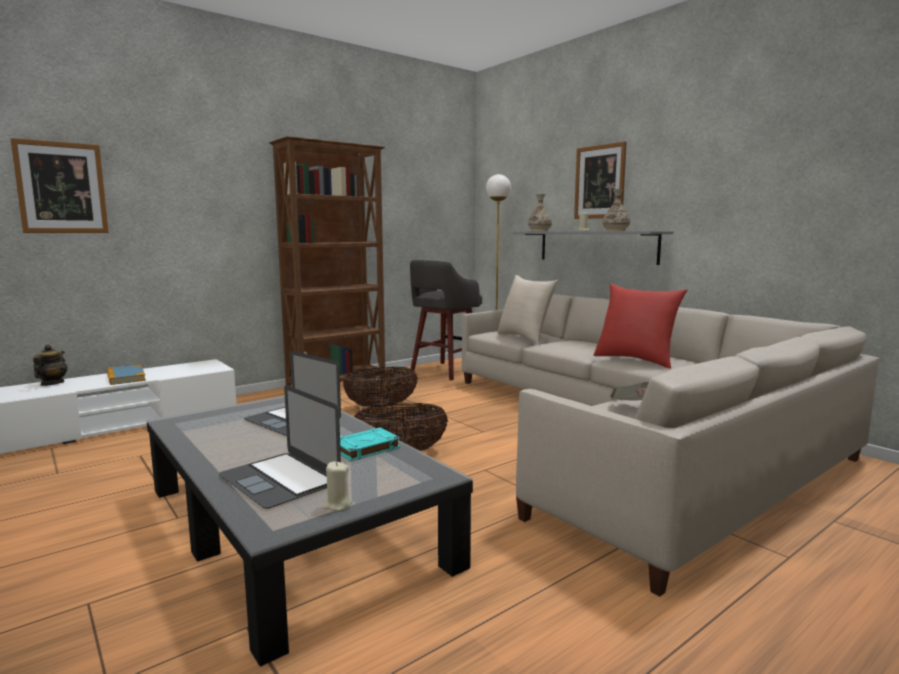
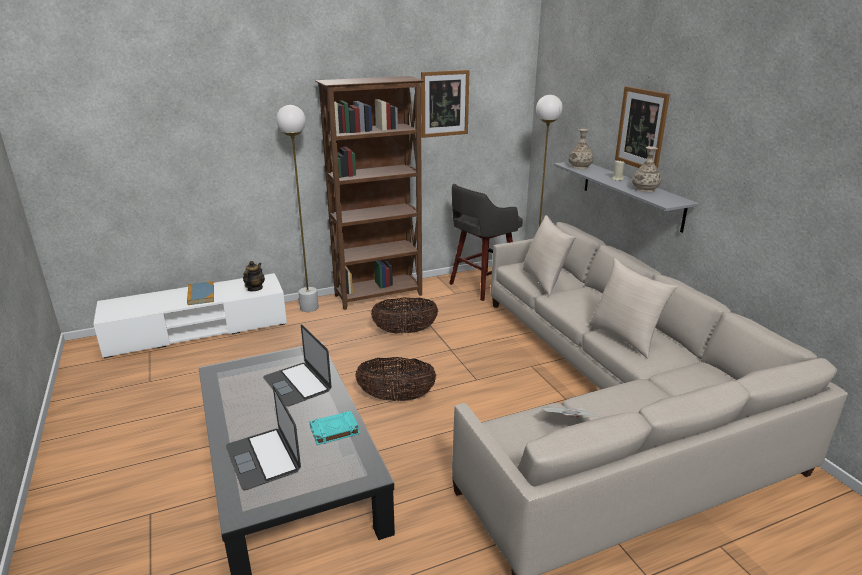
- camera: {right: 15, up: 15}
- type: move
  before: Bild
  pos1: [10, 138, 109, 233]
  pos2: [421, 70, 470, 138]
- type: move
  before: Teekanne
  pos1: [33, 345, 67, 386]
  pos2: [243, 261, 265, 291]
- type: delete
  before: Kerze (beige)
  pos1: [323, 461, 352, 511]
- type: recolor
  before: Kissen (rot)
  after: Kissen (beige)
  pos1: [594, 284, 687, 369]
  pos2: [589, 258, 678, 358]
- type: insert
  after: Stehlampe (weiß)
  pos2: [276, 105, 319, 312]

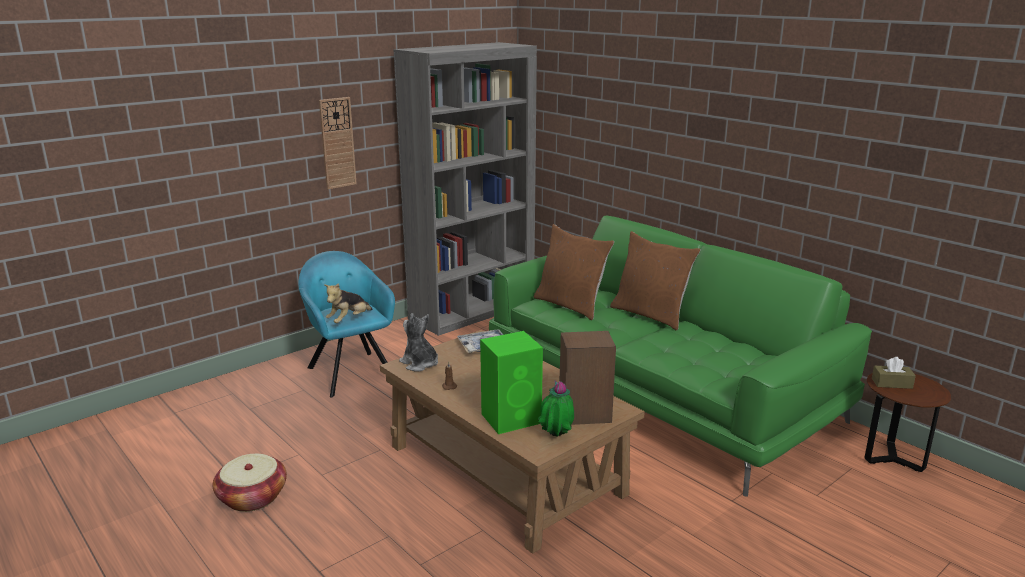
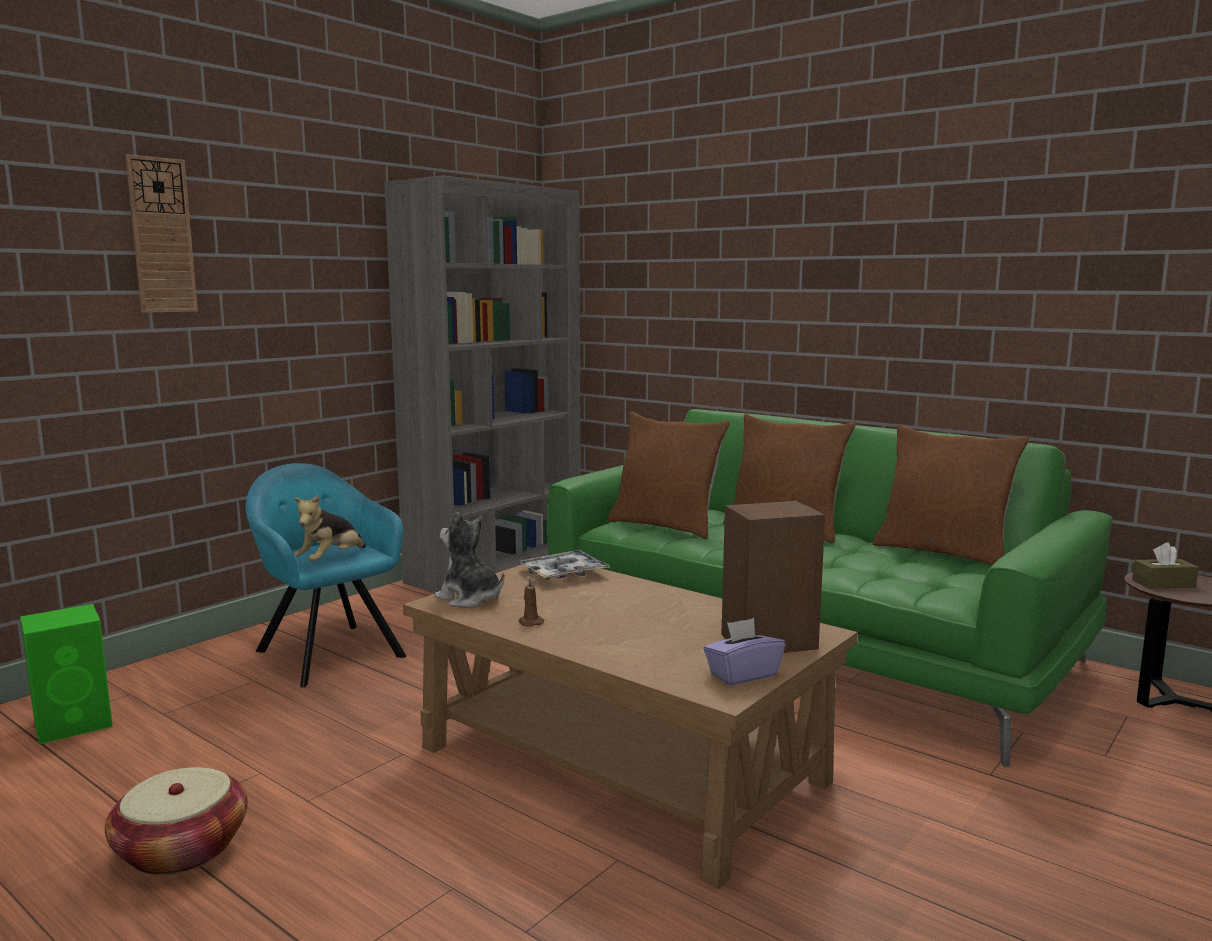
- camera: {right: -10, up: -10}
- type: move
  before: Wanduhr
  pos1: [319, 97, 357, 189]
  pos2: [125, 154, 198, 313]
- type: move
  before: Lautsprecher (grün)
  pos1: [480, 331, 543, 434]
  pos2: [20, 604, 113, 744]
- type: replace
  before: Topfpflanze
  after: Taschentuchbox (lila)
  pos1: [538, 381, 574, 437]
  pos2: [704, 618, 786, 686]
- type: insert
  after: Kissen (braun)
  pos2: [873, 424, 1029, 566]

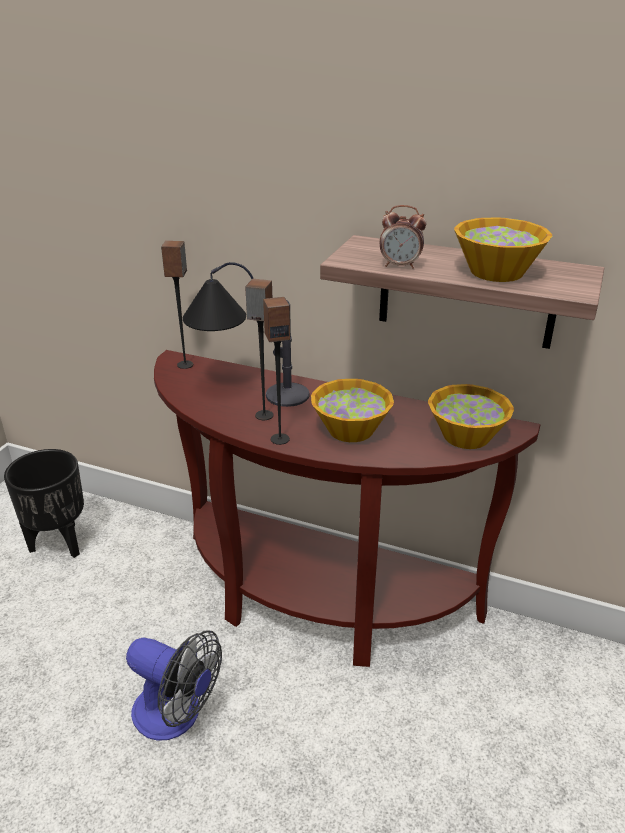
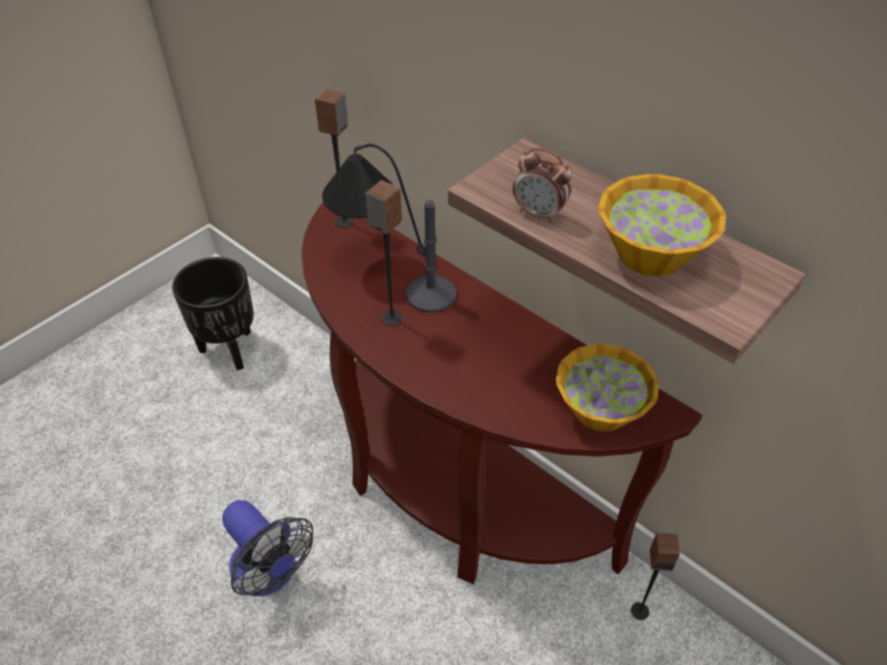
- camera: {right: 20, up: 15}
- type: move
  before: Lautsprecher
  pos1: [263, 297, 290, 445]
  pos2: [631, 532, 680, 620]
- type: delete
  before: Schüssel
  pos1: [311, 379, 394, 442]

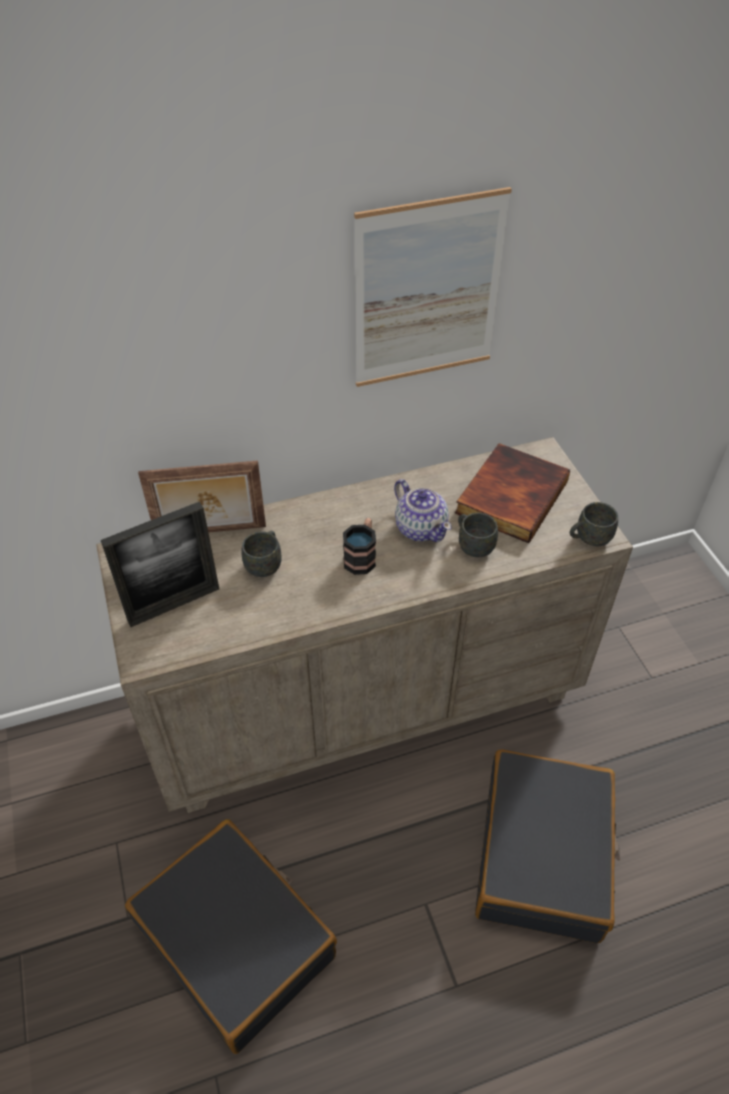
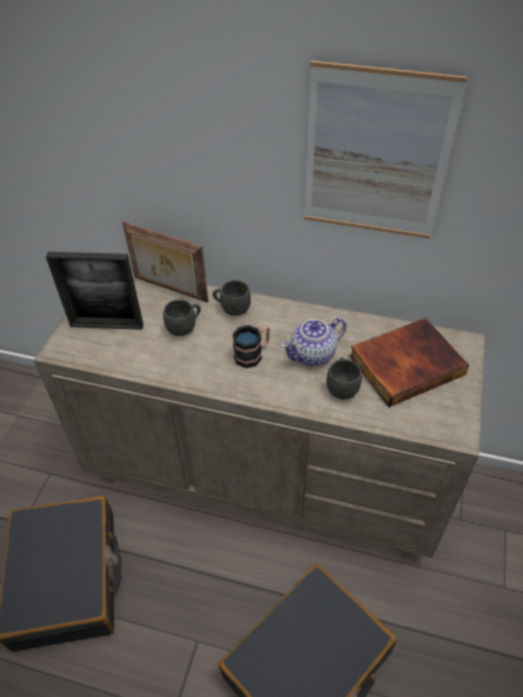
- camera: {right: 35, up: 0}
- type: rotate
  before: Teekanne
  pos1: [394, 479, 452, 542]
  pos2: [281, 318, 346, 366]
  turn: 60
- type: move
  before: Henkelbecher (grau)
  pos1: [570, 502, 618, 546]
  pos2: [213, 280, 251, 316]

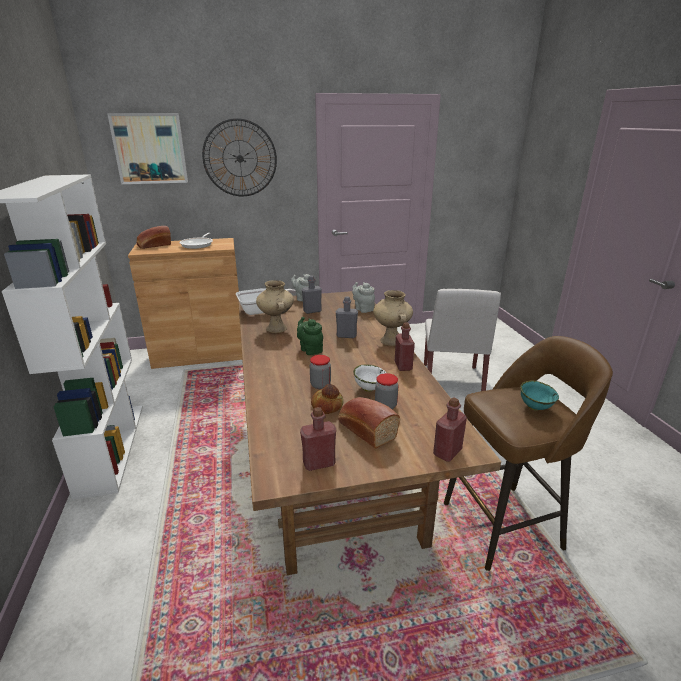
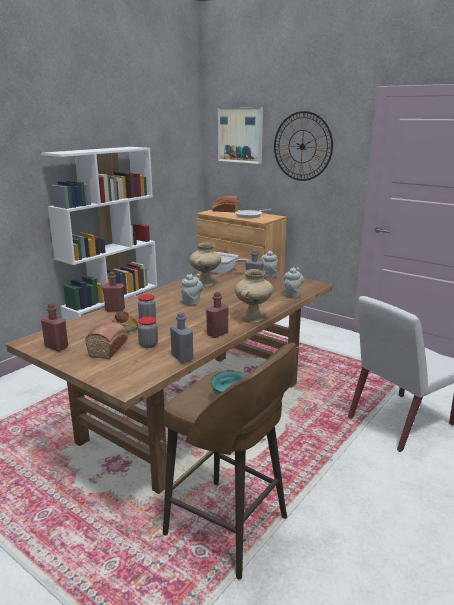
- camera: {right: 50, up: -5}
- type: recolor
  before: Teekanne (grün)
  after: Teekanne (grau)
  pos1: [297, 317, 323, 355]
  pos2: [181, 274, 203, 305]
- type: move
  before: Flasche (grau)
  pos1: [336, 296, 358, 338]
  pos2: [170, 312, 193, 363]
- type: delete
  before: Schüssel (weiß)
  pos1: [353, 365, 386, 392]
- type: move
  before: Flasche (rot)
  pos1: [433, 398, 467, 462]
  pos2: [102, 272, 125, 312]

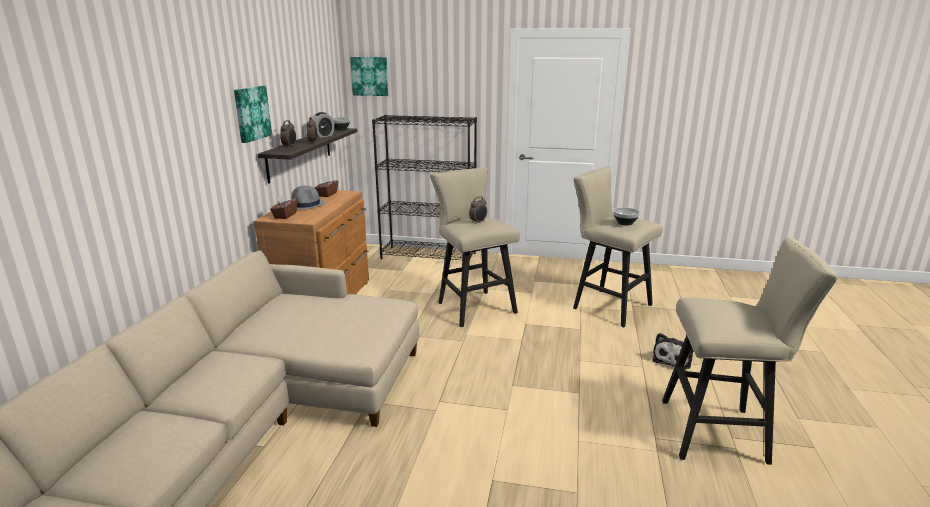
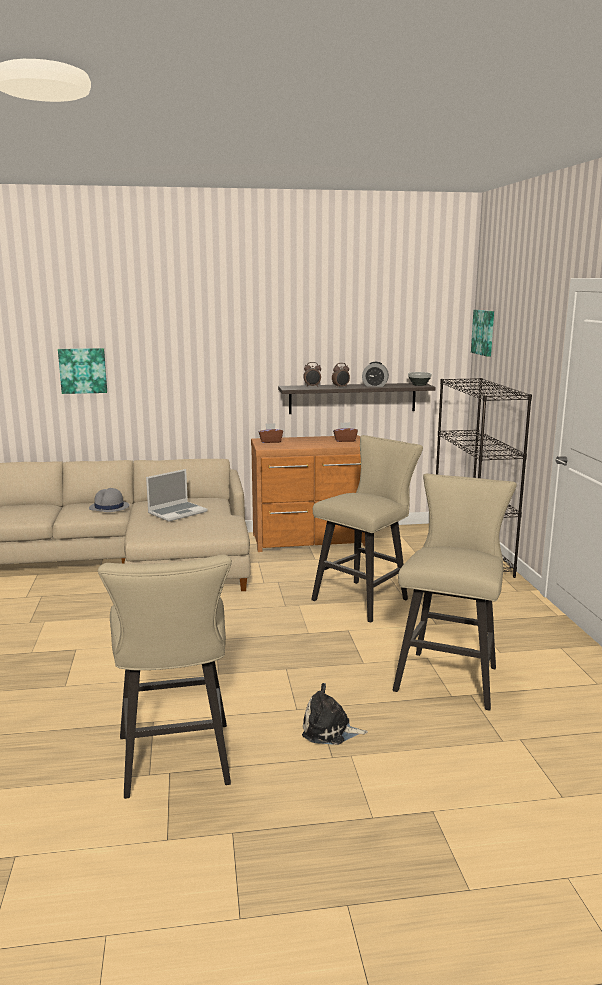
- camera: {right: 70, up: -5}
- type: move
  before: Bild
  pos1: [234, 86, 272, 143]
  pos2: [58, 348, 107, 394]
- type: move
  before: Hut (grau)
  pos1: [291, 186, 326, 210]
  pos2: [89, 488, 129, 512]
- type: delete
  before: Wecker
  pos1: [469, 196, 487, 224]
- type: delete
  before: Schüssel
  pos1: [613, 208, 640, 225]
- type: insert
  after: Laptop
  pos2: [146, 469, 208, 521]

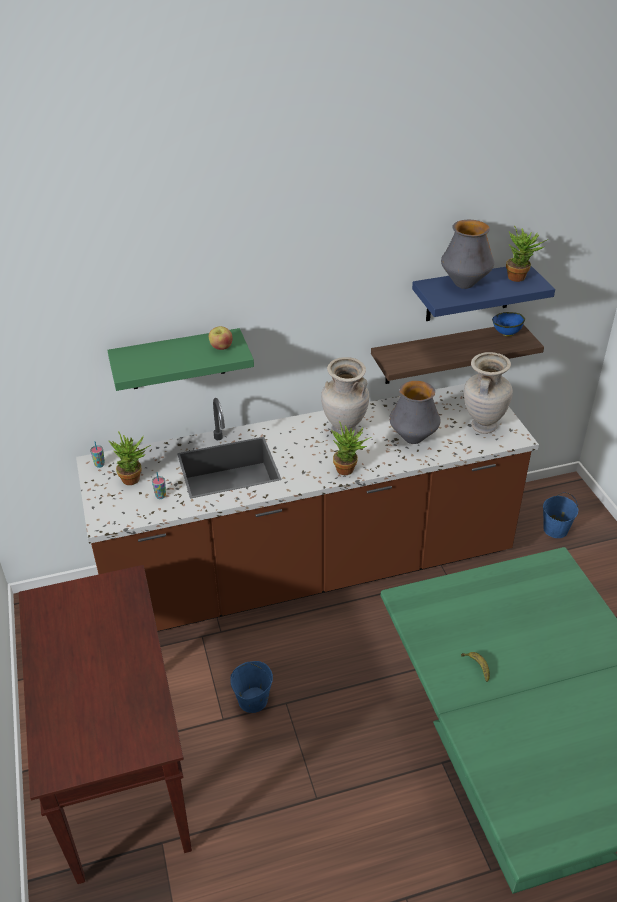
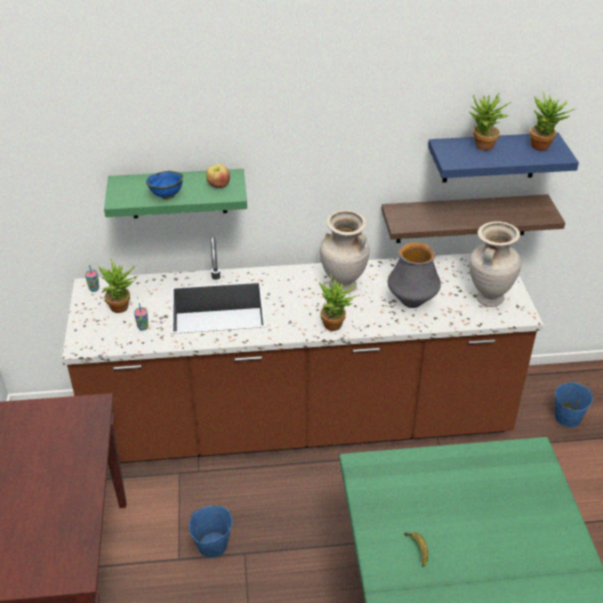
- camera: {right: 10, up: 0}
- type: replace
  before: Vase
  after: Topfpflanze
  pos1: [441, 220, 494, 289]
  pos2: [469, 93, 512, 151]
- type: move
  before: Schüssel (blau)
  pos1: [492, 312, 525, 337]
  pos2: [146, 171, 183, 199]

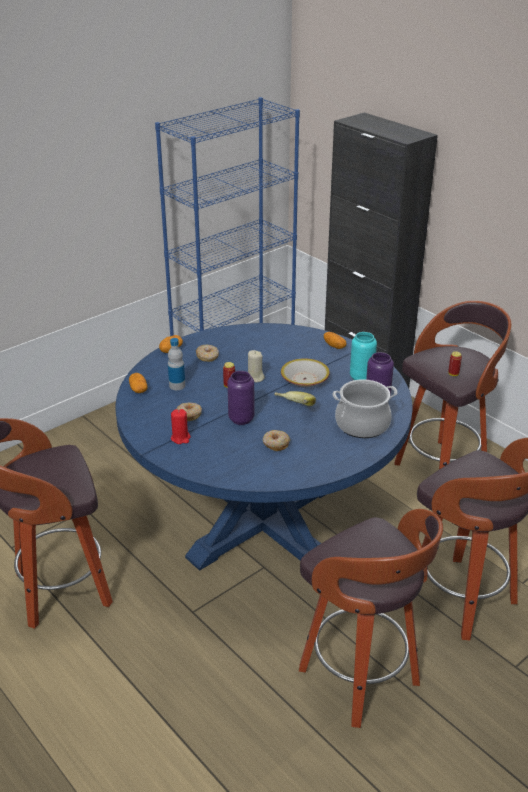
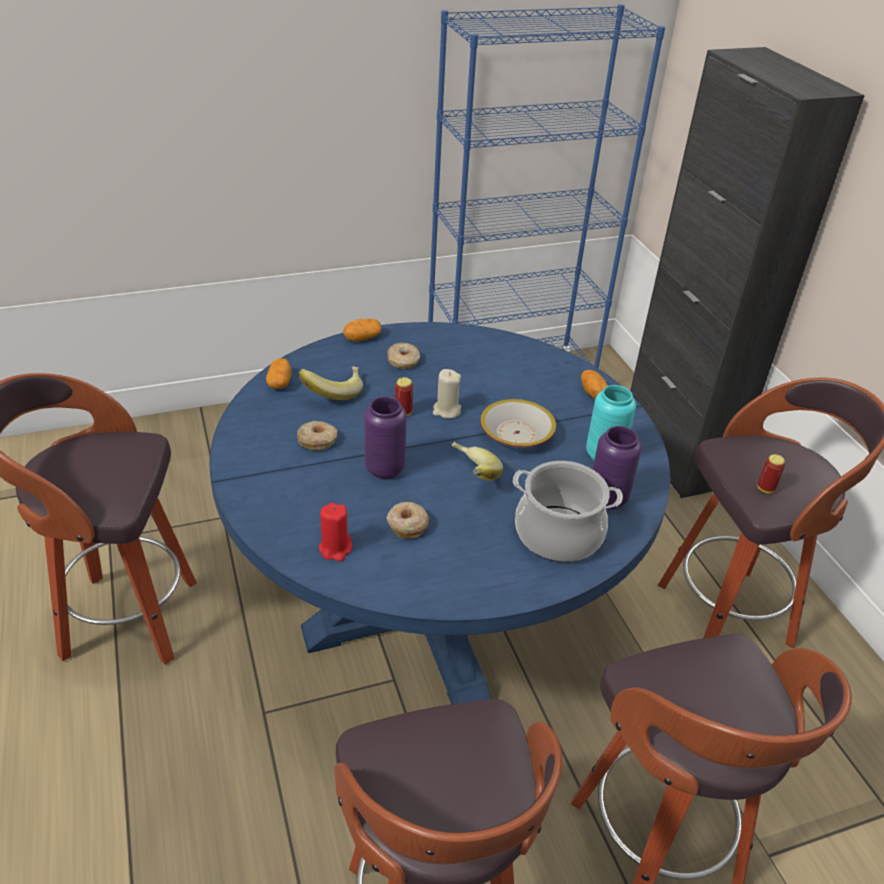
- camera: {right: 20, up: 5}
- type: replace
  before: Flasche
  after: Banane
  pos1: [168, 338, 185, 390]
  pos2: [299, 366, 363, 400]
- type: move
  before: Kerze (rot)
  pos1: [171, 409, 191, 444]
  pos2: [319, 503, 352, 561]

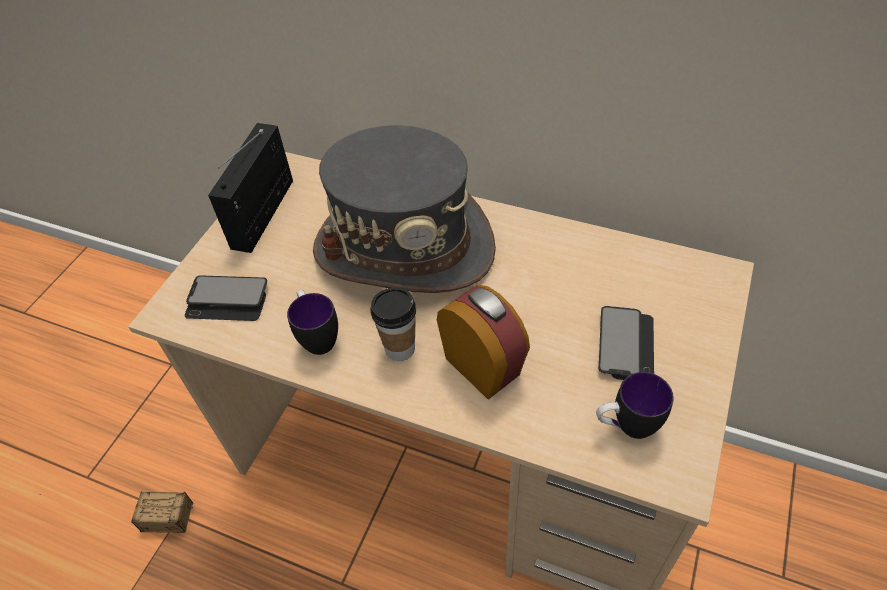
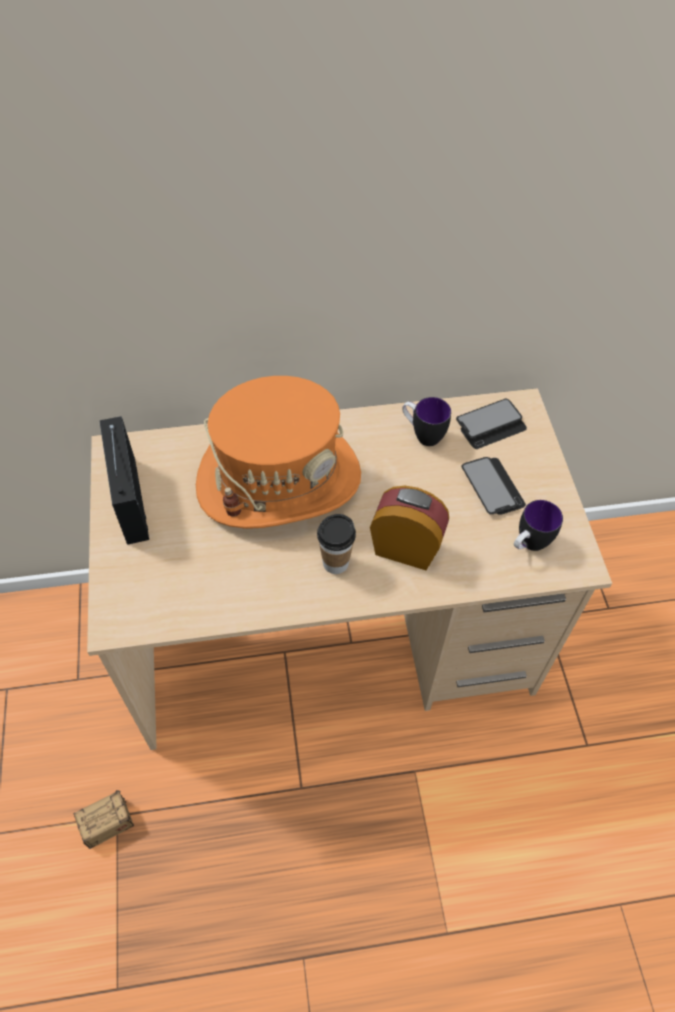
- camera: {right: -35, up: 5}
- type: move
  before: Handy
  pos1: [185, 275, 267, 321]
  pos2: [456, 398, 527, 449]
- type: move
  before: Henkelbecher
  pos1: [287, 290, 338, 355]
  pos2: [402, 397, 451, 446]
- type: recolor
  before: Hut (grau)
  after: Hut (orange)
  pos1: [313, 125, 496, 293]
  pos2: [196, 376, 361, 529]

